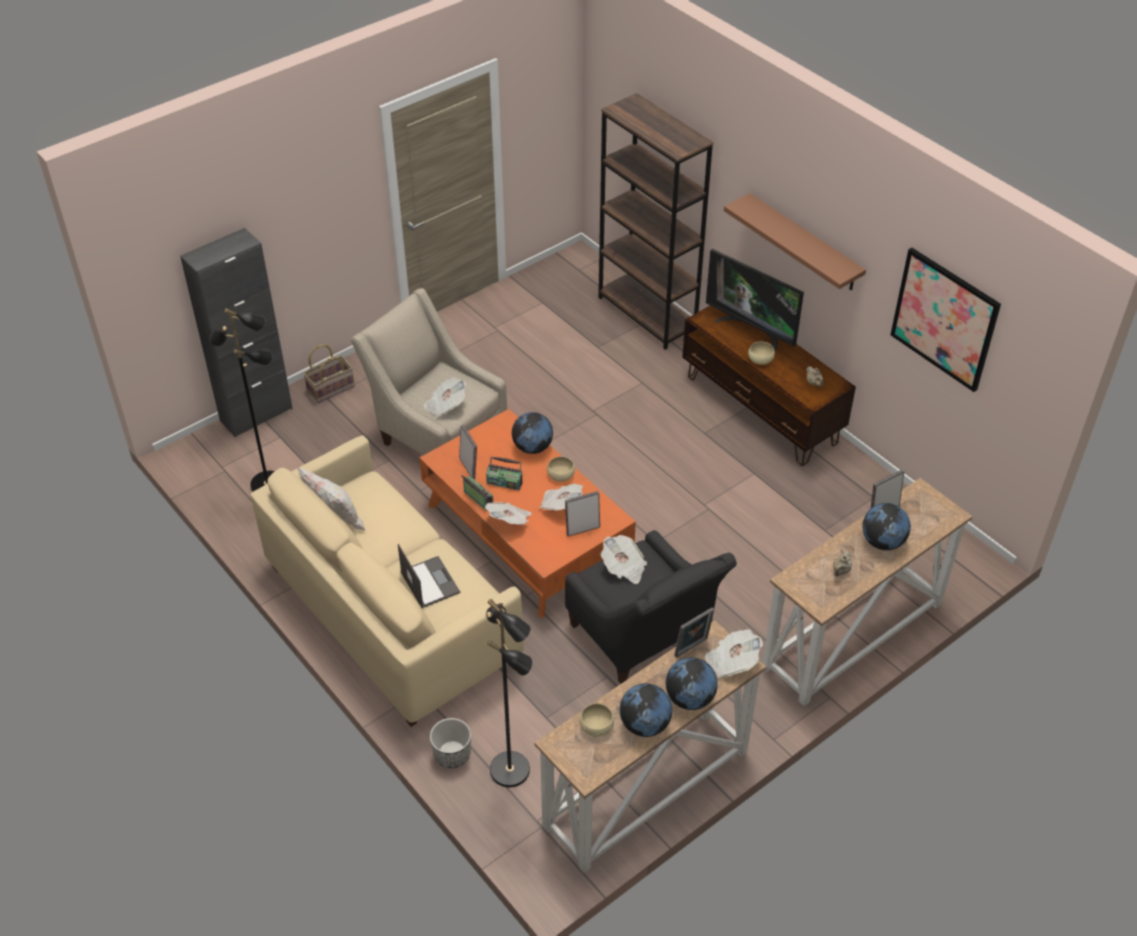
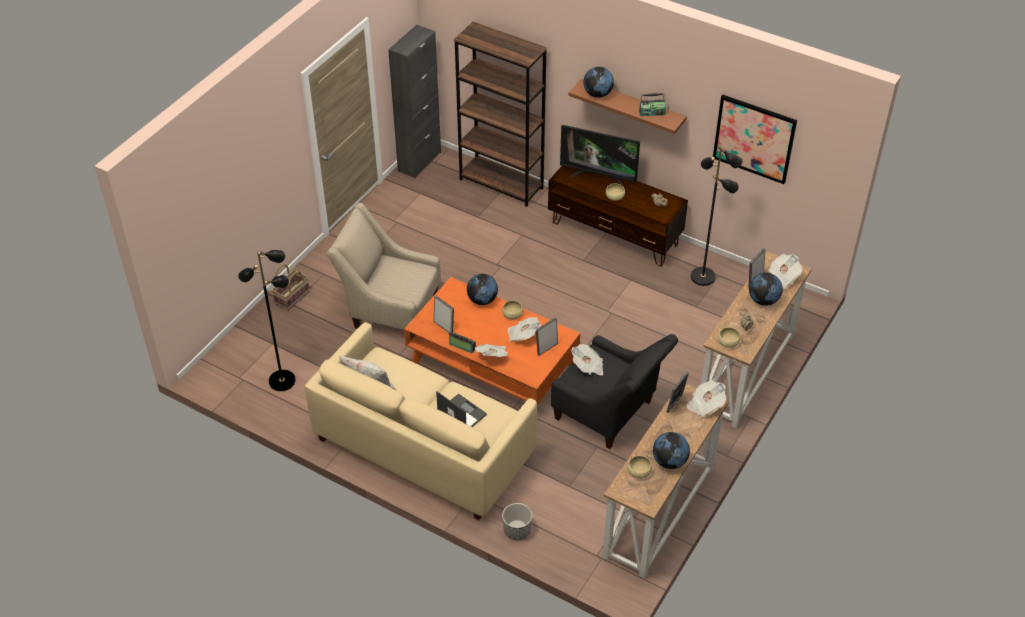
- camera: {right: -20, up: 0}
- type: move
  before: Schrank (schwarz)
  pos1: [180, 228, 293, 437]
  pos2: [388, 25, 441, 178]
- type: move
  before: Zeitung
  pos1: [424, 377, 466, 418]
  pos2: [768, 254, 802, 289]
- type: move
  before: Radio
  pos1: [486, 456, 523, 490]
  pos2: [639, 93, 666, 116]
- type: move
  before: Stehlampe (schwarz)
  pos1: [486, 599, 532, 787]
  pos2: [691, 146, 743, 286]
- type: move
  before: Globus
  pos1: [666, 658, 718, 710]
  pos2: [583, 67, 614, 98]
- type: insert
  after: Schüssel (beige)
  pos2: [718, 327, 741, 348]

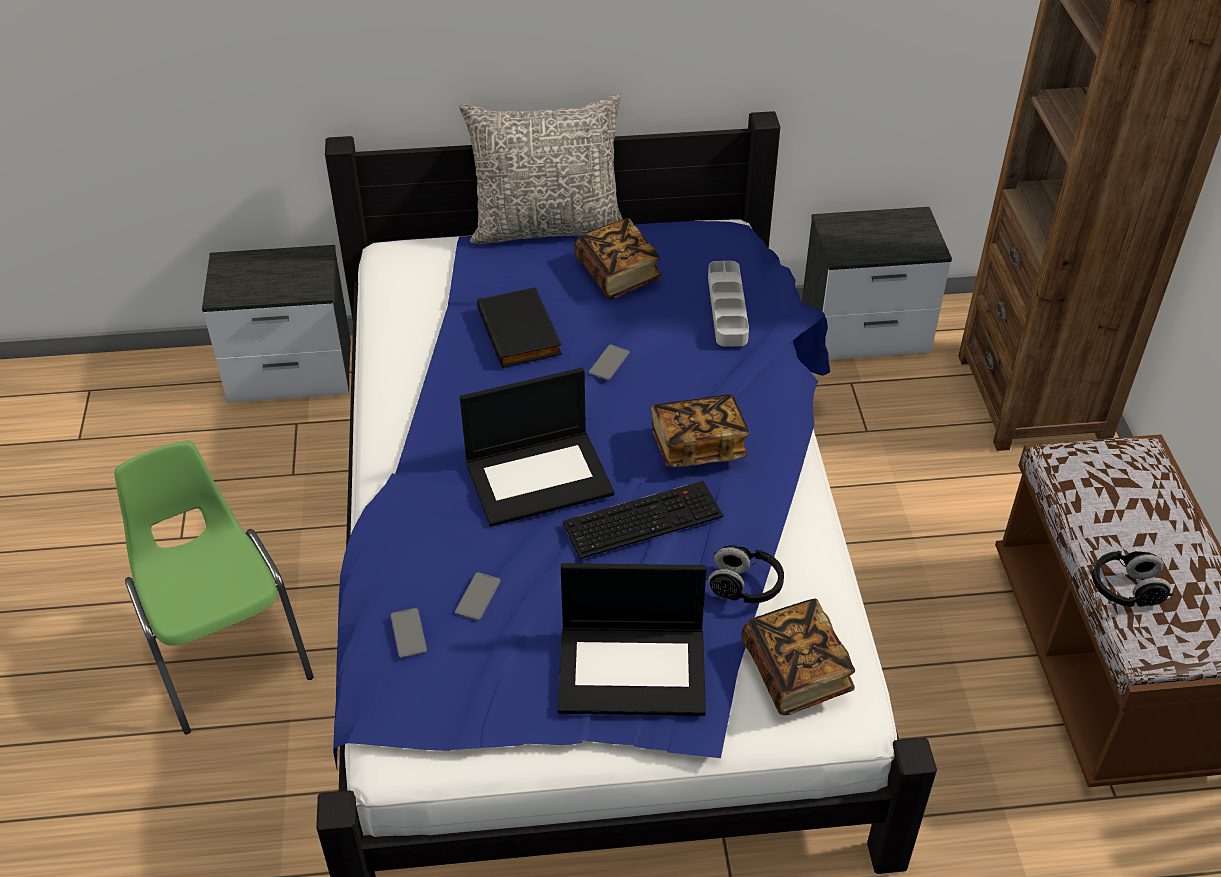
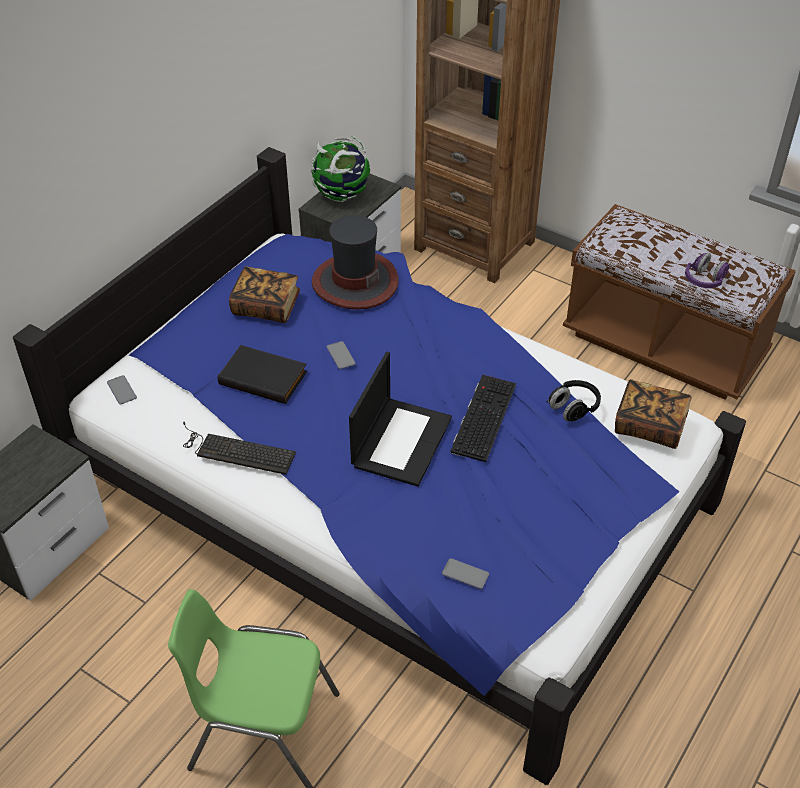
- camera: {right: -50, up: 0}
- type: move
  before: Handy
  pos1: [455, 572, 501, 621]
  pos2: [107, 375, 137, 405]
- type: delete
  before: Kissen (grau)
  pos1: [460, 95, 623, 244]
- type: delete
  before: Laptop
  pos1: [558, 563, 707, 716]
- type: delete
  before: Buch
  pos1: [651, 394, 750, 467]
- type: replace
  before: Tablett (grau)
  after: Hut
  pos1: [708, 261, 749, 347]
  pos2: [312, 215, 399, 309]
- type: recolor
  before: Kopfhörer (schwarz)
  after: Kopfhörer (lila)
  pos1: [1092, 551, 1174, 607]
  pos2: [685, 253, 729, 288]
- type: insert
  after: Tastatur
  pos2: [183, 422, 296, 475]
- type: insert
  after: Globus
  pos2: [311, 136, 370, 202]

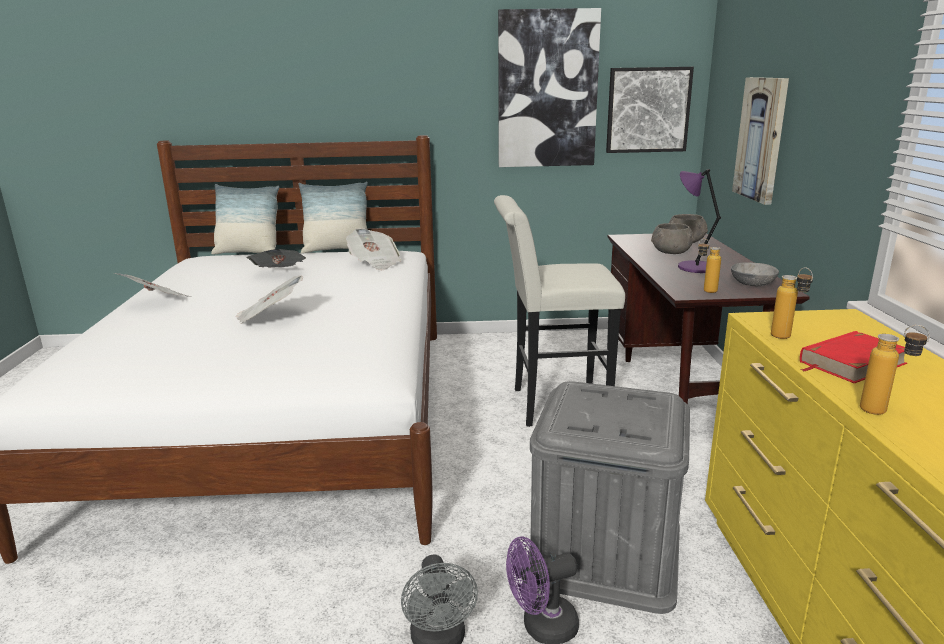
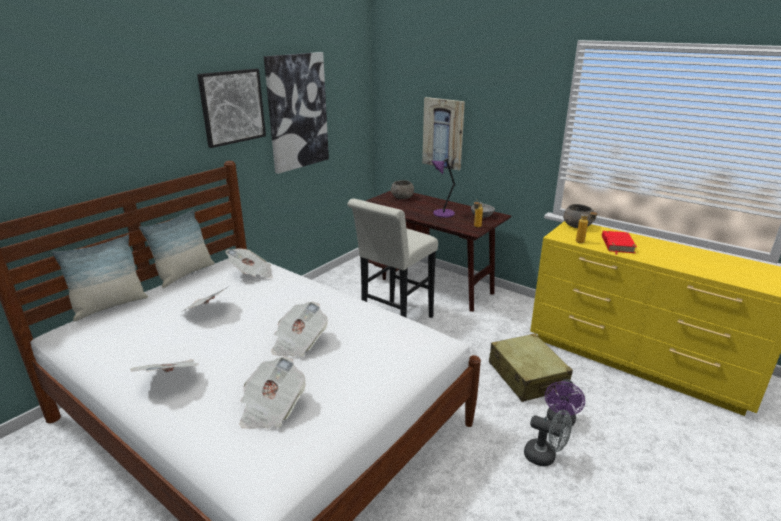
- camera: {right: -50, up: 5}
- type: replace
  before: Aufbewahrungsbox (grau)
  after: Koffer (beige)
  pos1: [529, 381, 690, 614]
  pos2: [489, 333, 573, 402]
- type: move
  before: Bild
  pos1: [606, 67, 694, 153]
  pos2: [197, 69, 266, 148]
- type: move
  before: Schüssel (grau)
  pos1: [651, 223, 694, 254]
  pos2: [563, 204, 594, 228]
- type: delete
  before: Flasche
  pos1: [860, 325, 930, 415]
- type: insert
  after: Zeitung
  pos2: [239, 357, 306, 429]

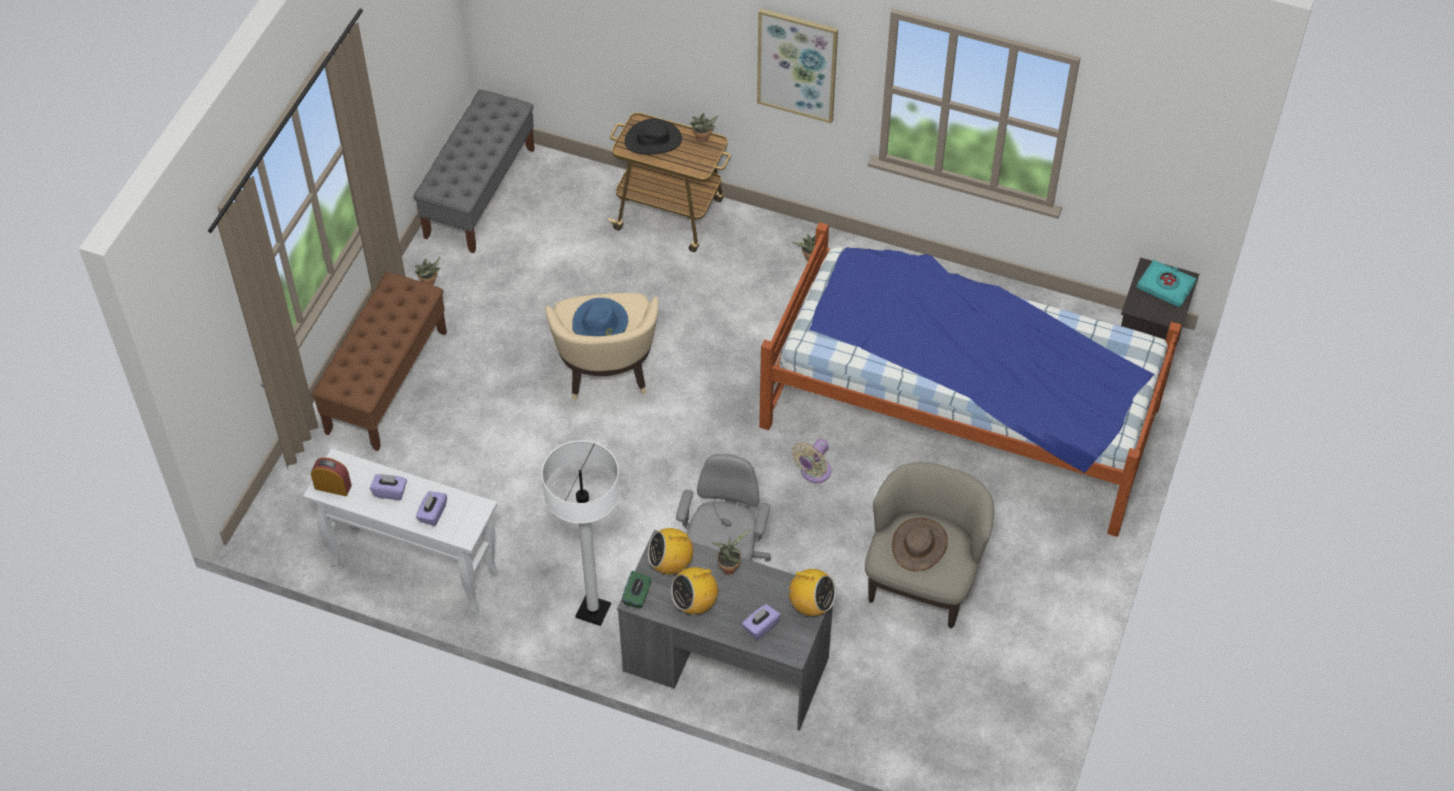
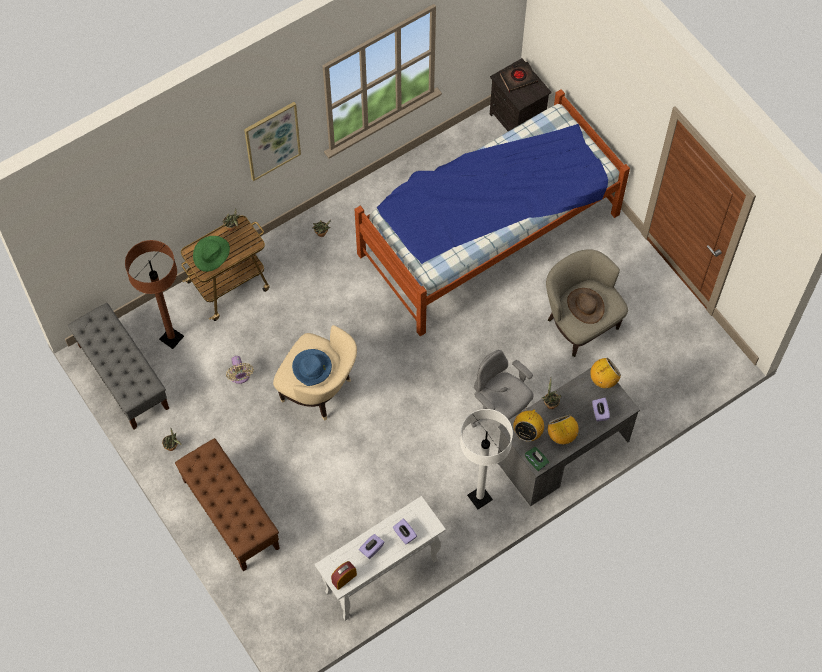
- camera: {right: -55, up: 10}
- type: recolor
  before: Hut (schwarz)
  after: Hut (grün)
  pos1: [625, 118, 682, 154]
  pos2: [193, 236, 230, 272]
- type: rotate
  before: Radio
  pos1: [671, 560, 718, 614]
  pos2: [548, 415, 580, 445]
  turn: 150
- type: move
  before: Ventilator (beige)
  pos1: [792, 439, 831, 483]
  pos2: [226, 356, 254, 384]
- type: recolor
  before: Buch (türkis)
  after: Buch (schwarz)
  pos1: [1136, 260, 1197, 307]
  pos2: [499, 61, 538, 92]
- type: insert
  after: Stehlampe (braun)
  pos2: [125, 240, 184, 349]

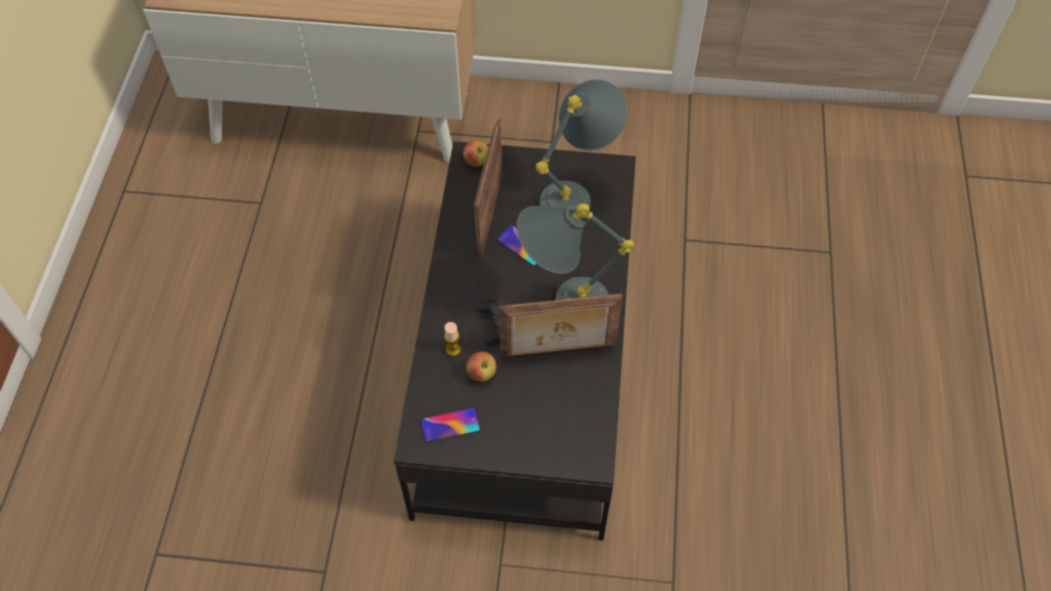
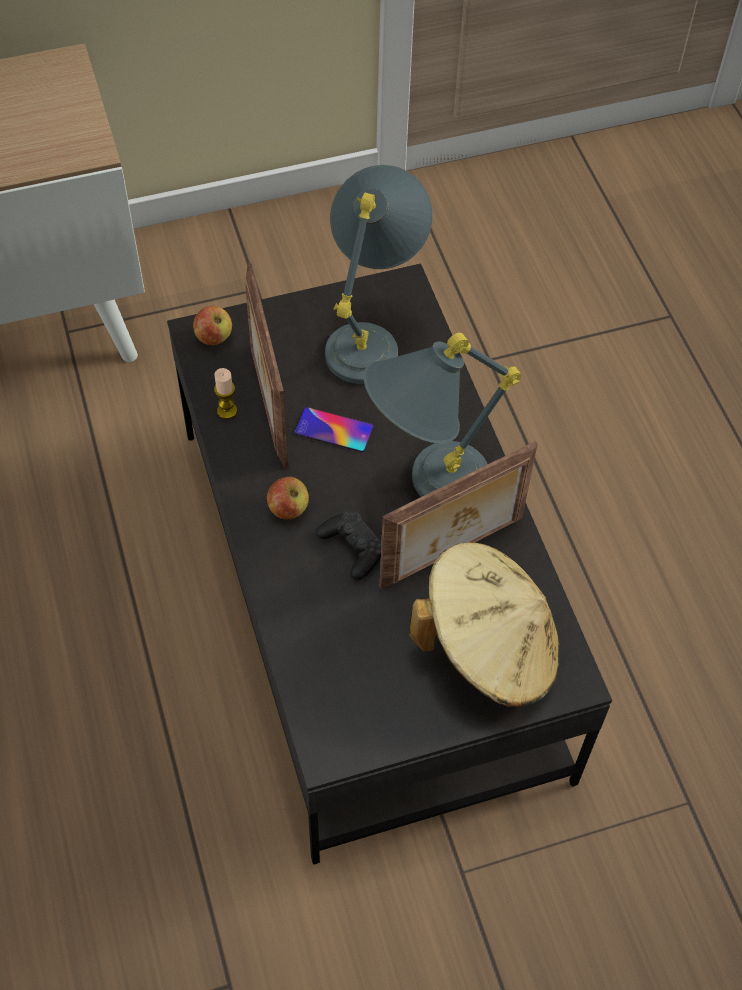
- camera: {right: -25, up: 0}
- type: delete
  before: Handy
  pos1: [421, 408, 480, 443]
- type: move
  before: Kerze
  pos1: [444, 322, 461, 356]
  pos2: [214, 368, 237, 419]
- type: move
  before: Apfel
  pos1: [466, 352, 496, 382]
  pos2: [267, 477, 309, 519]
- type: insert
  after: Hut (beige)
  pos2: [409, 542, 560, 707]

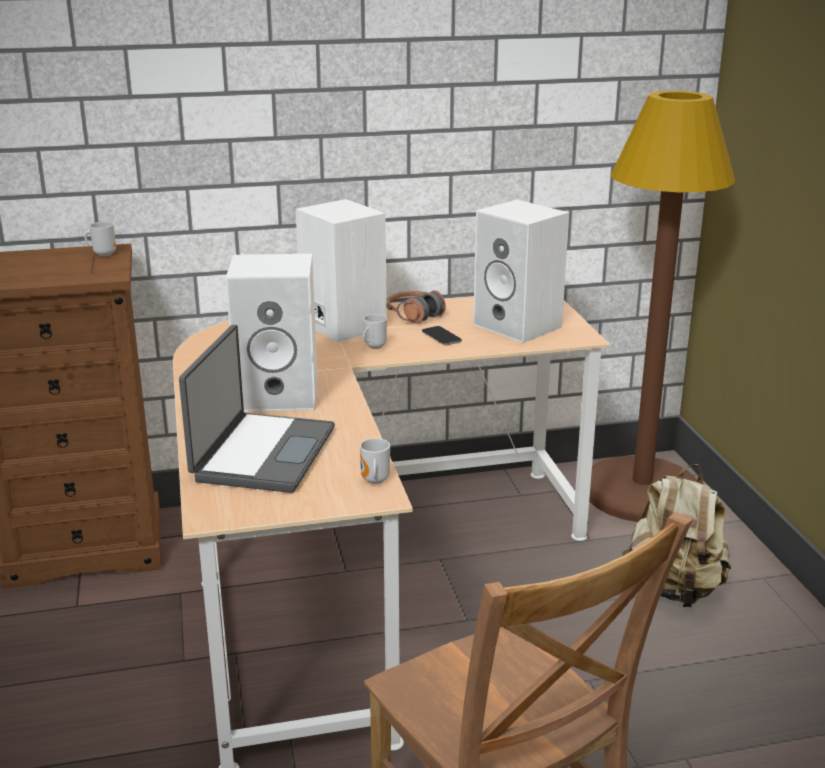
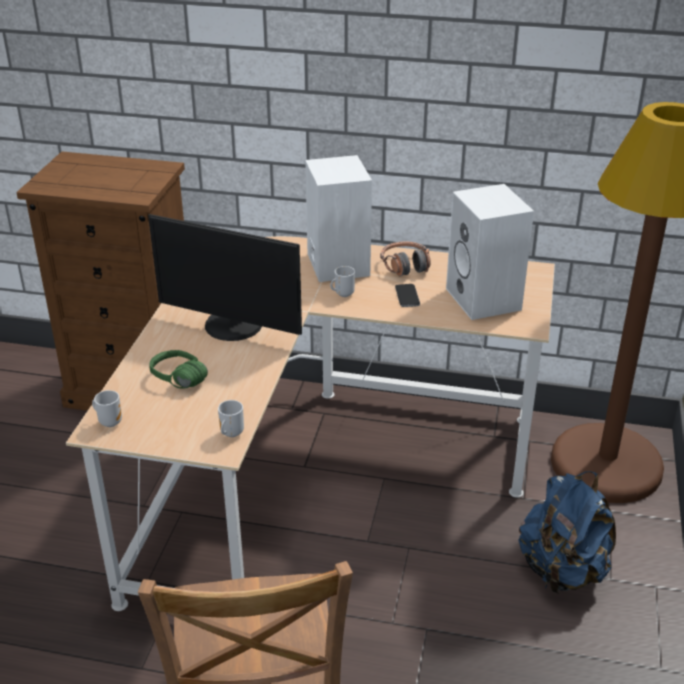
- camera: {right: 25, up: 10}
- type: move
  before: Henkelbecher
  pos1: [84, 222, 116, 257]
  pos2: [92, 390, 122, 427]
- type: replace
  before: Laptop
  after: Kopfhörer (grün)
  pos1: [179, 325, 335, 493]
  pos2: [149, 350, 208, 389]
- type: replace
  before: Lautsprecher (weiß)
  after: Monitor
  pos1: [226, 254, 317, 411]
  pos2: [148, 214, 302, 341]
- type: recolor
  before: Rucksack (beige)
  after: Rucksack (blau)
  pos1: [622, 464, 731, 607]
  pos2: [518, 471, 616, 594]

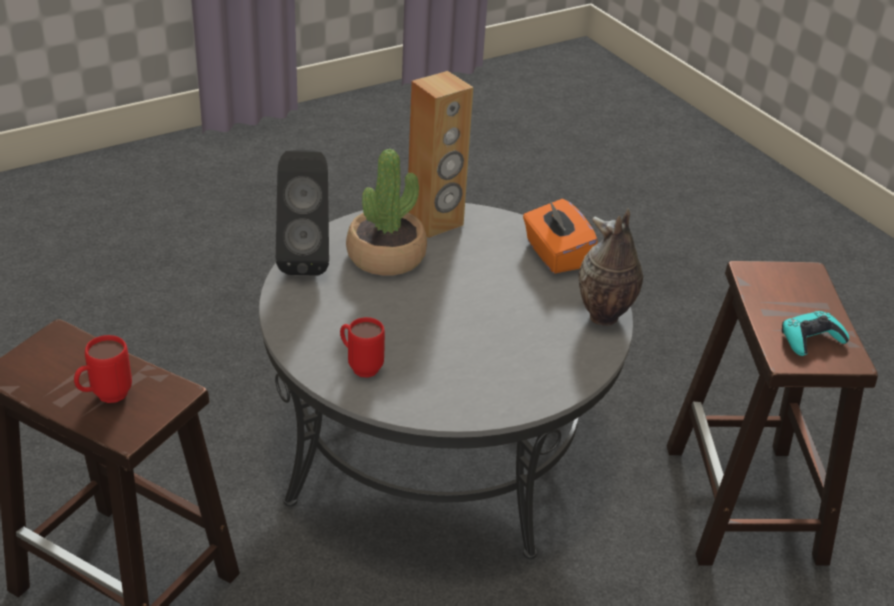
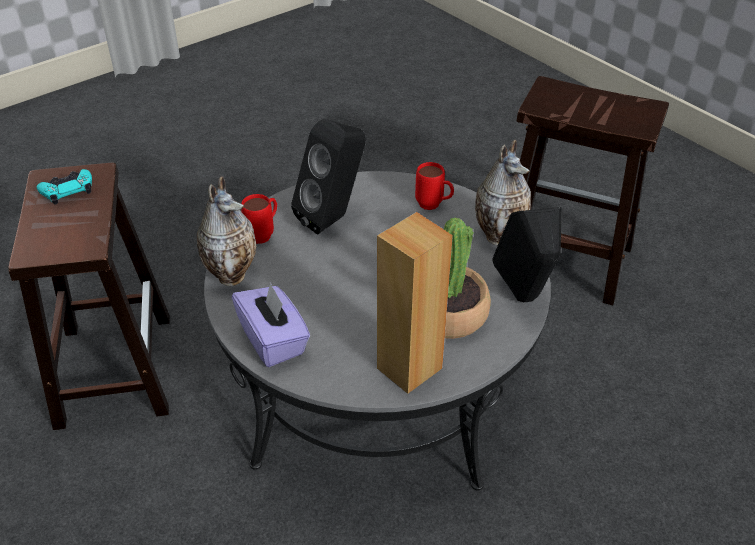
- camera: {right: 175, up: 5}
- type: move
  before: Henkelbecher (rot)
  pos1: [74, 335, 132, 403]
  pos2: [241, 194, 277, 244]
- type: recolor
  before: Taschentuchbox (orange)
  after: Taschentuchbox (lila)
  pos1: [523, 199, 598, 274]
  pos2: [232, 282, 310, 367]
- type: insert
  after: Lautsprecher (schwarz)
  pos2: [291, 119, 366, 234]
- type: insert
  after: Vase
  pos2: [475, 140, 531, 245]

